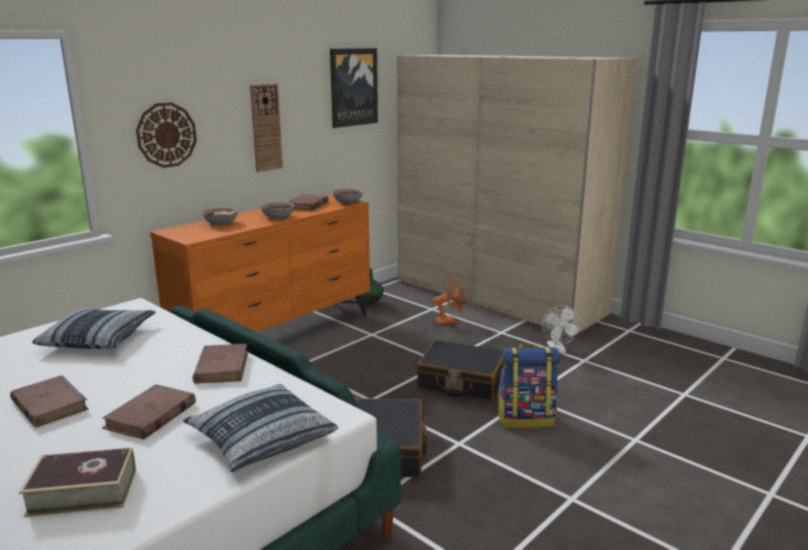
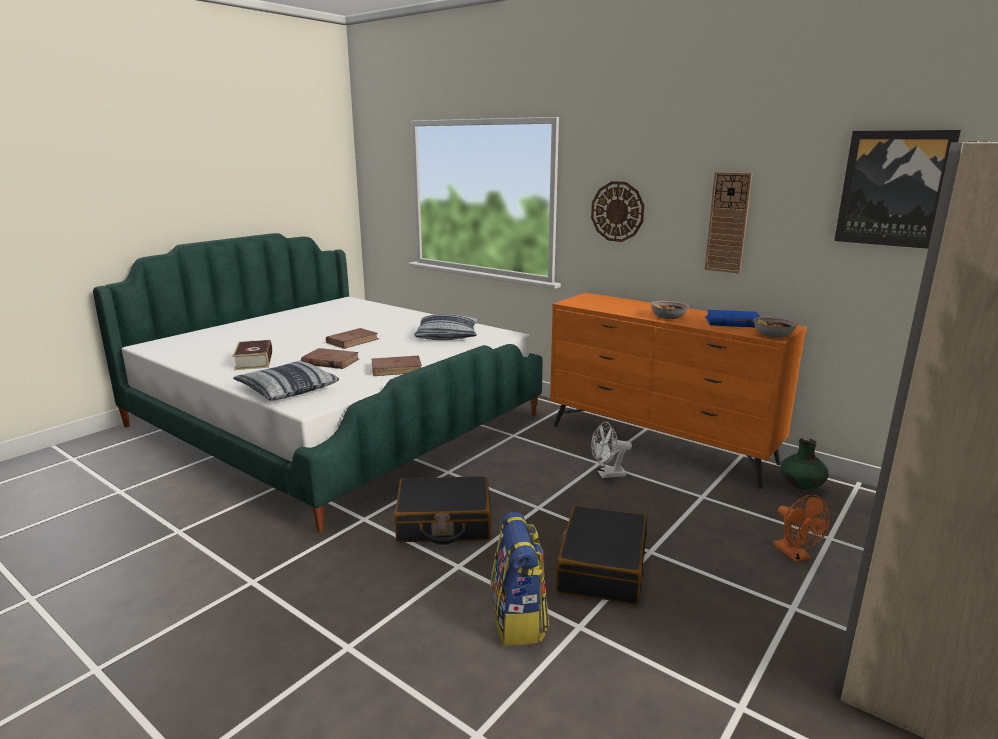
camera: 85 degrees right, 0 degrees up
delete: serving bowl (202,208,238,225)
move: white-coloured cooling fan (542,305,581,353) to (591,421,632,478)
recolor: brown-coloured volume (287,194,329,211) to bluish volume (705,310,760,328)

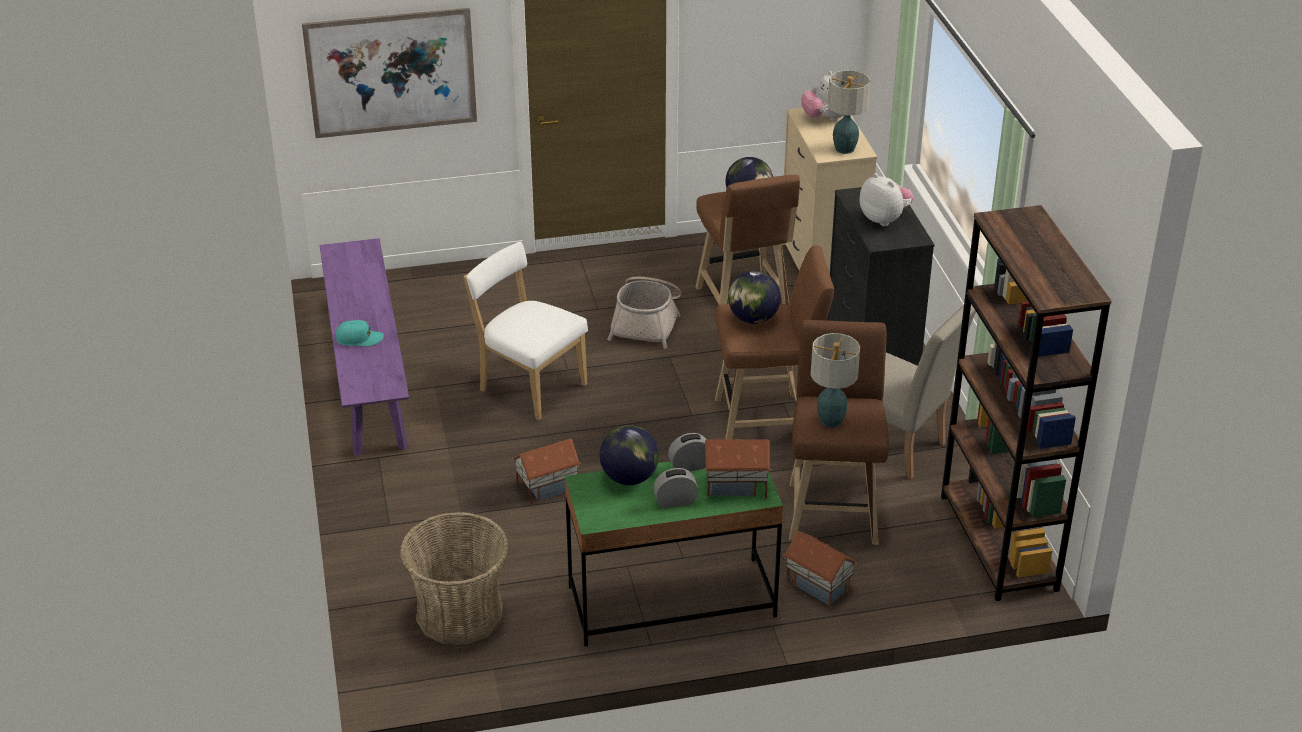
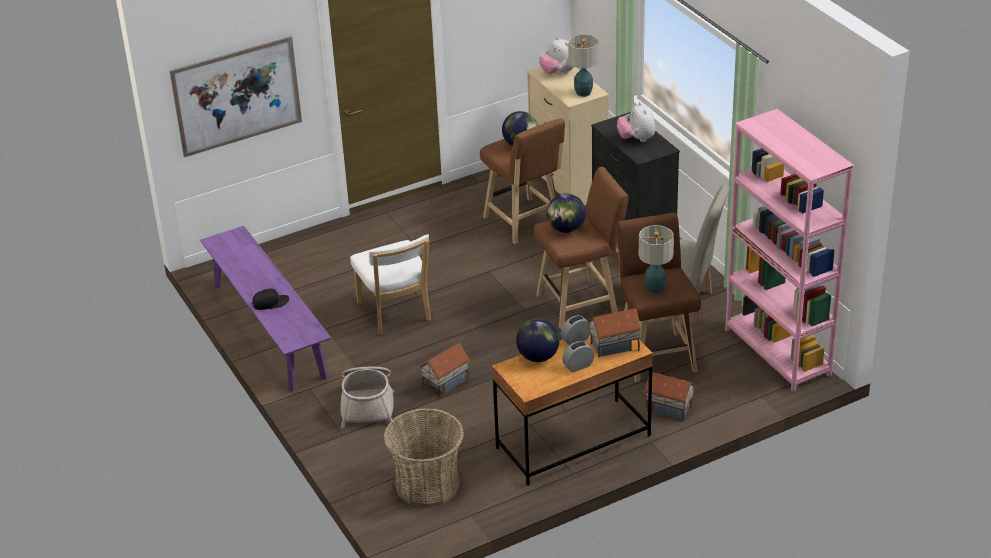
camera: 15 degrees left, 0 degrees up
move: storage basket (607,277,681,349) to (340,367,394,428)
recolor: turquoise-coloured cap (336,320,384,346) to black cap (252,289,289,310); green desk unit (565,461,783,646) to brown-coloured desk unit (492,336,653,486); brown-coloured bookshelf (941,205,1112,601) to pink bookshelf (725,109,854,392)
rotate: white-coloured upright chair (463,242,588,420) = (350,235,431,335) 135 degrees counterclockwise; soft toy (859,173,913,226) = (617,102,655,142) 135 degrees counterclockwise

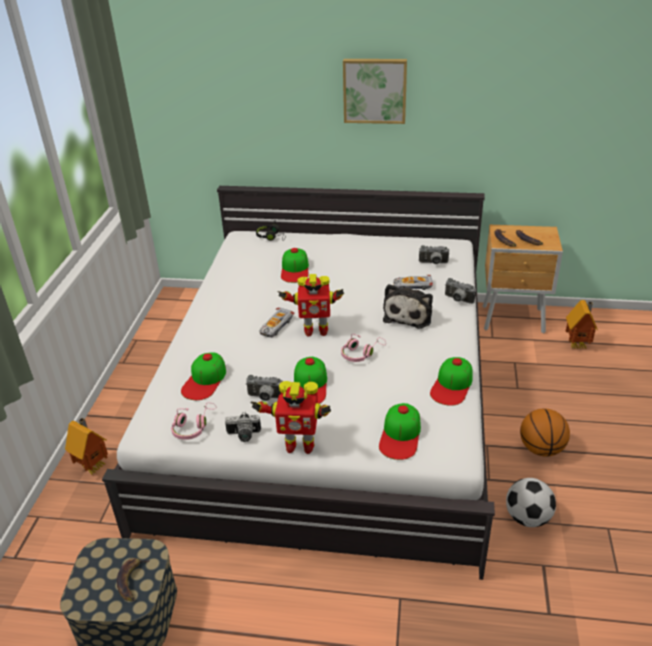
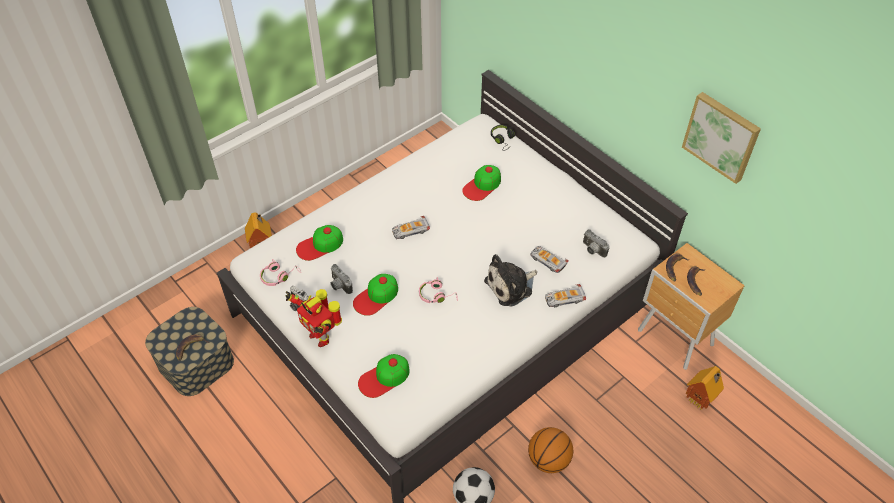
camera: 40 degrees right, 15 degrees up
delete: robot figure (278,274,344,337); cap (430,357,473,406)
move: wall art (343,59,407,124) to (682,92,761,184)
replace: still camera (445,278,476,304) to miniature car (545,284,586,307)

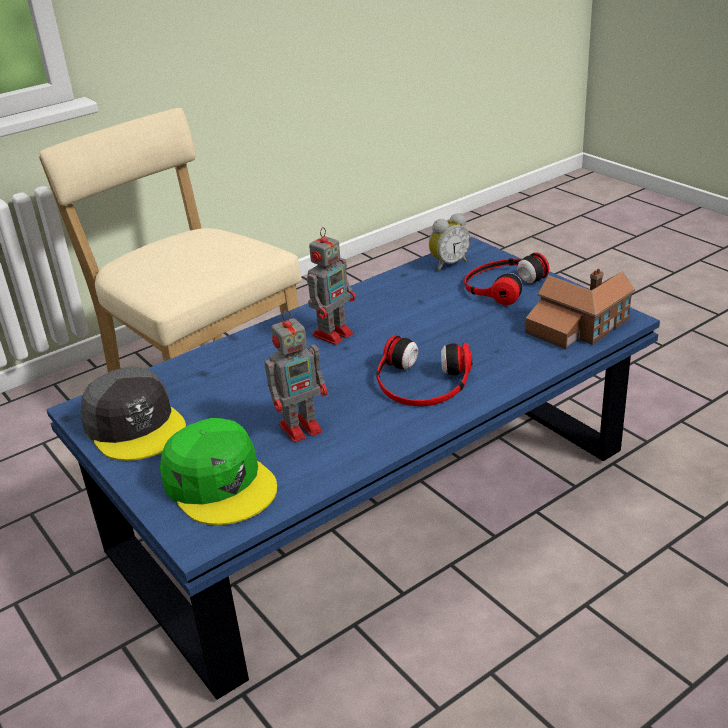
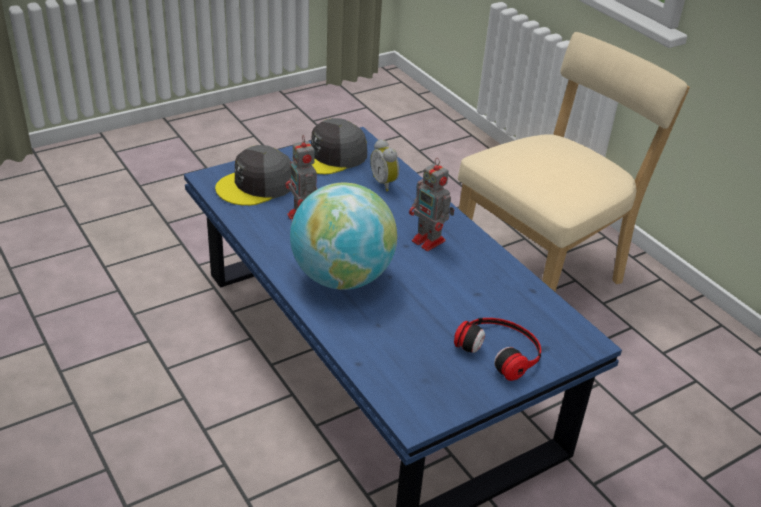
camera: 90 degrees right, 5 degrees up
delete: toy house (525,269,635,350)
move: table clock (429,213,471,271) to (370,139,399,191)
replace: pair of headphones (376,335,473,406) to globe (290,183,397,290)
recolor: green cap (160,418,277,525) to greyish cap (215,145,291,206)

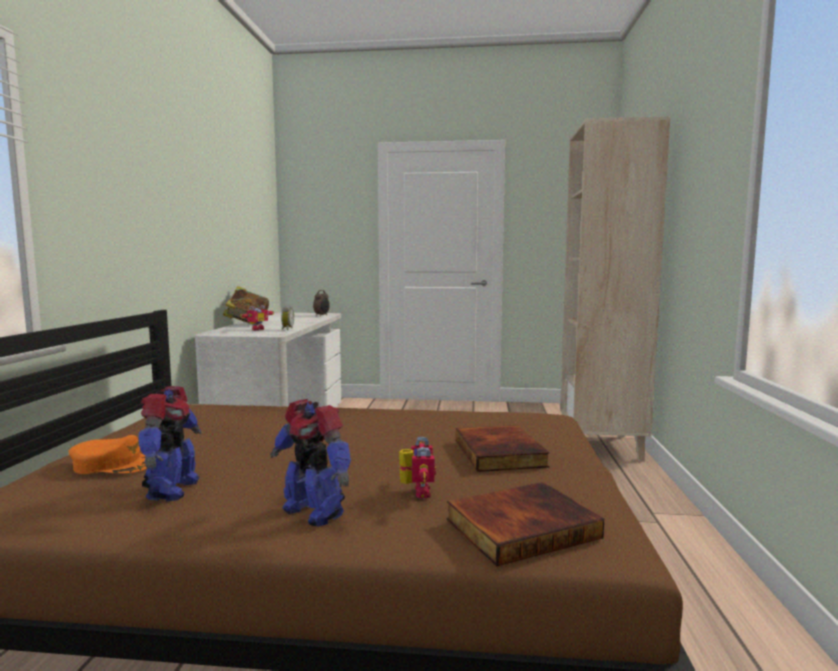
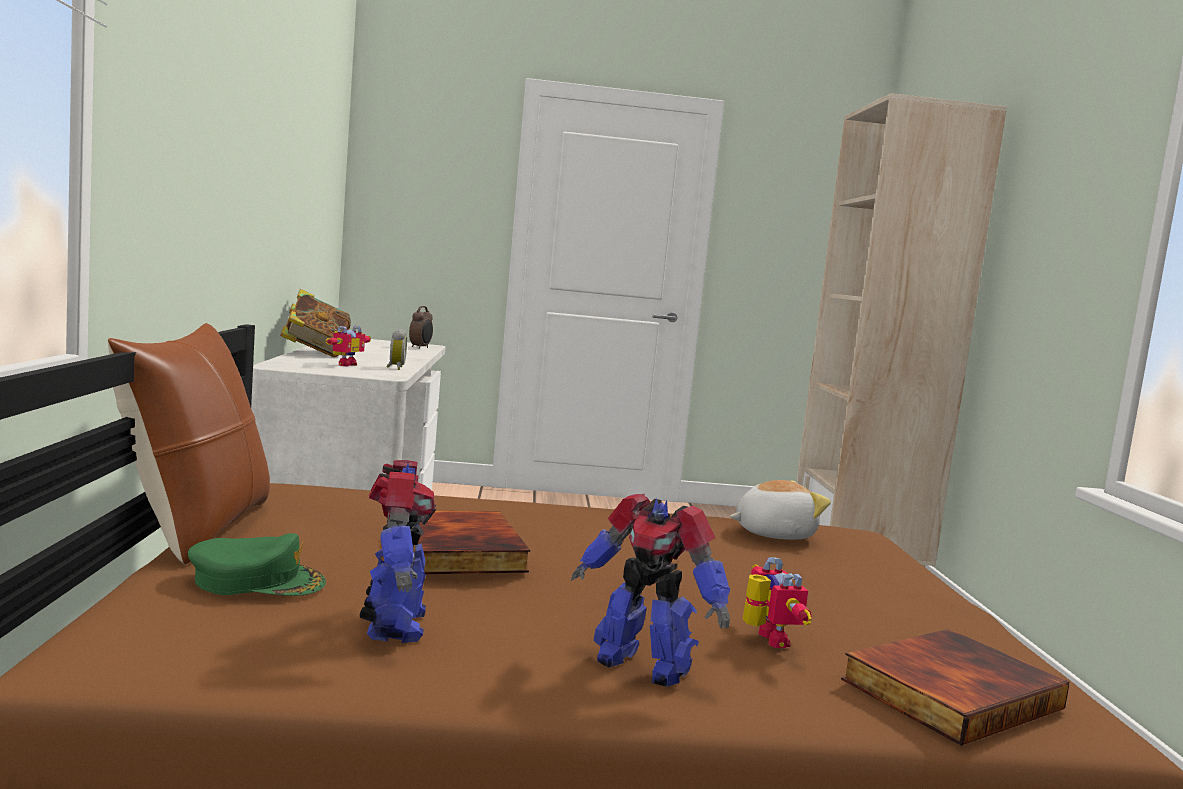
camera: 10 degrees left, 0 degrees up
insert: brown-coloured pillow (108,323,270,565); soft toy (730,480,831,540)
move: volume (456,425,549,472) to (413,511,530,574)
recolor: orange cap (69,435,147,474) to green cap (188,533,326,596)

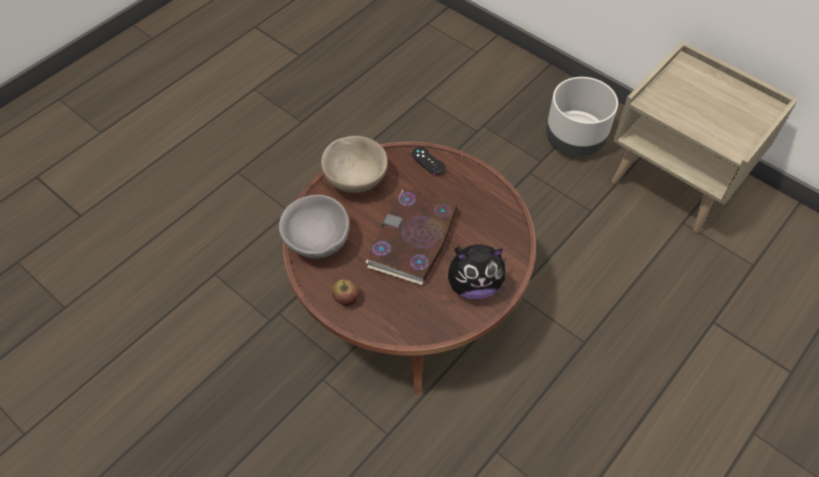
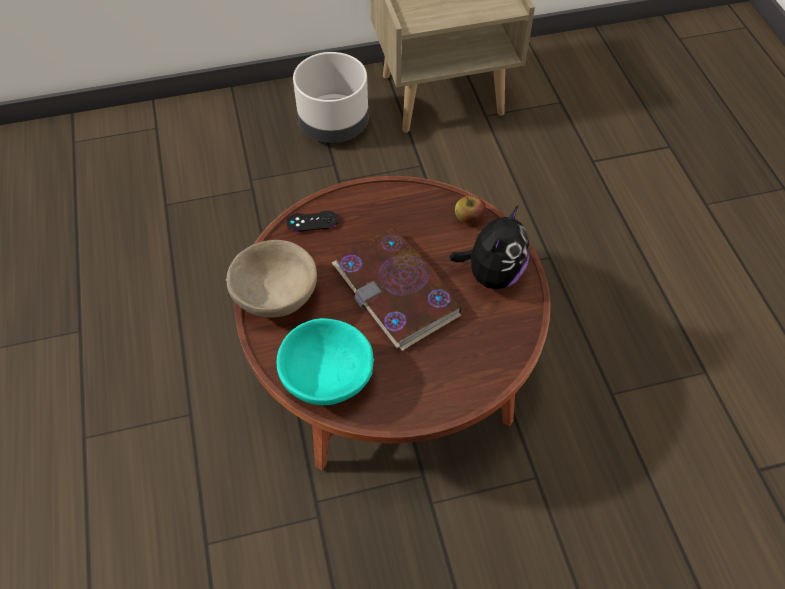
camera: 55 degrees left, 0 degrees up
move: apple (332,279,359,306) to (455,196,486,224)
recolor: greyish serving bowl (279,195,350,258) to turquoise-coloured serving bowl (277,318,374,405)

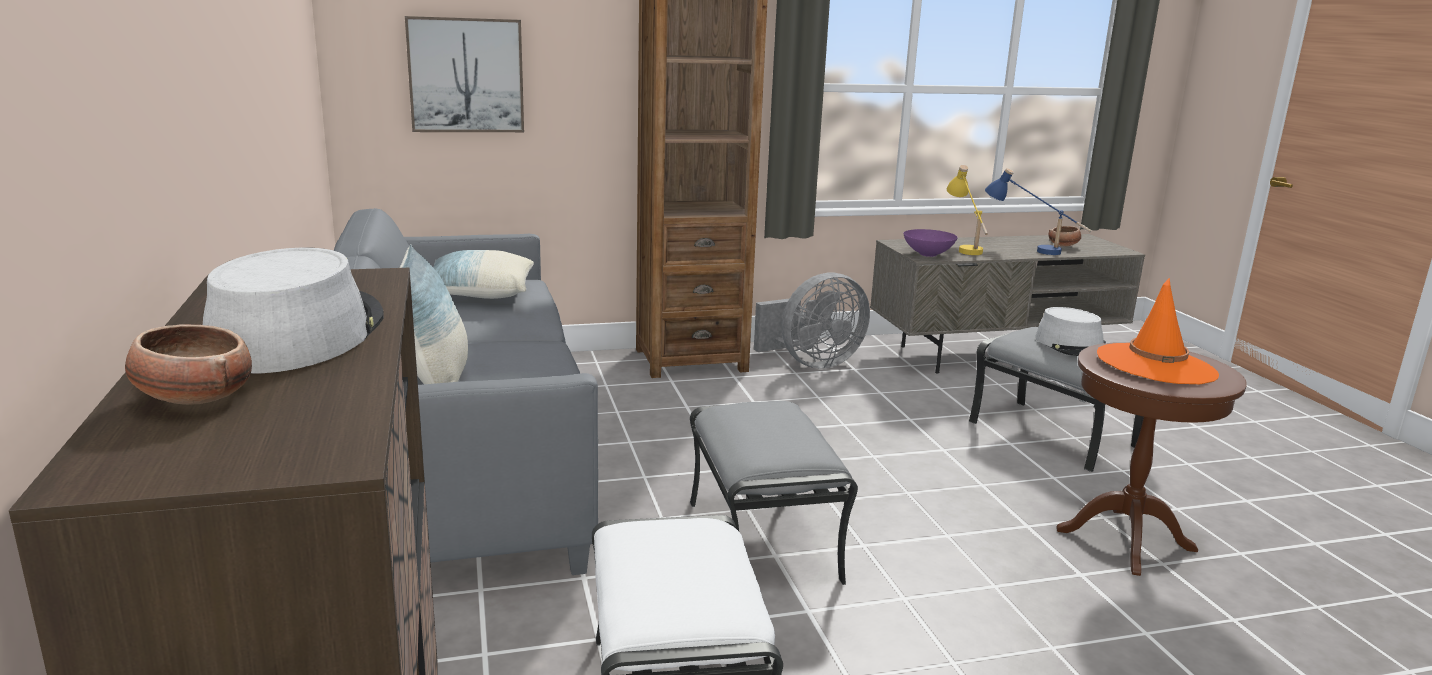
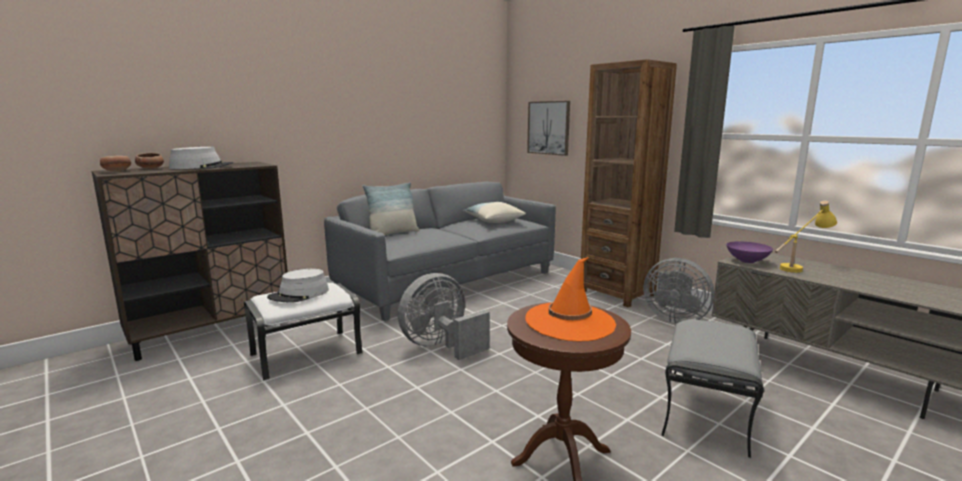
camera: 65 degrees right, 5 degrees down
delete: bluish table lamp (985,168,1092,255)
move: greyish wearable hat (1035,307,1106,356) to (267,269,329,303); serving bowl (1049,226,1081,247) to (100,156,131,172)
replace: greyish pouffe (690,401,858,585) to greyish cooling fan (398,273,490,360)

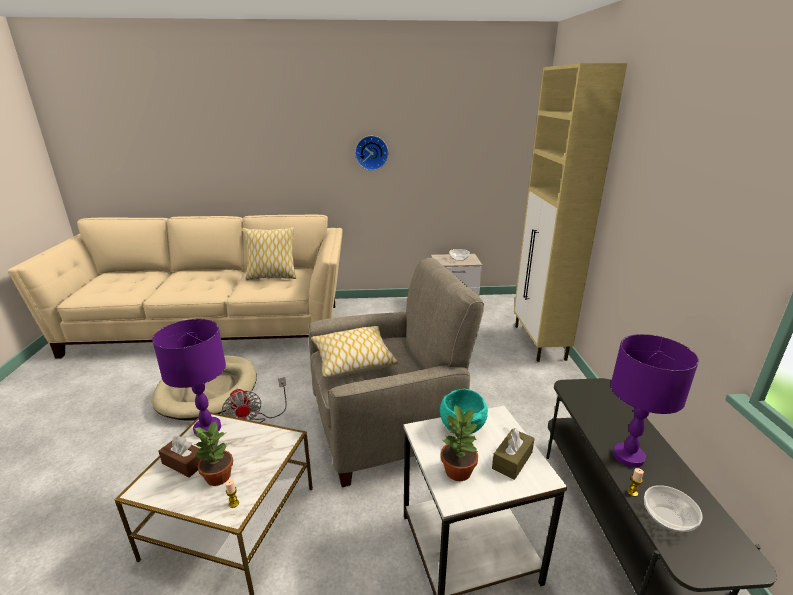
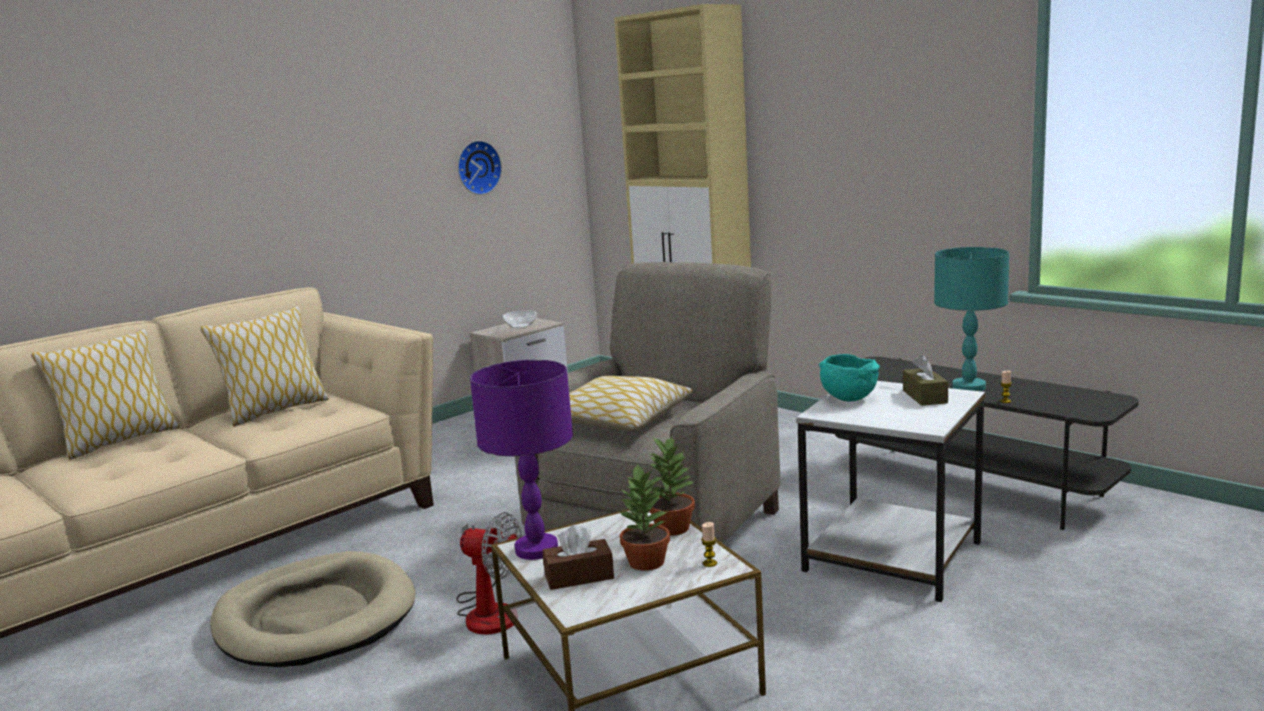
camera: 40 degrees left, 10 degrees down
delete: serving bowl (644,485,703,532)
insert: pillow (31,328,180,460)
move: clock on the wall (355,136,389,171) to (458,140,502,195); potted plant (441,404,479,481) to (648,437,695,536)
recolor: purple table lamp (611,334,699,467) to turquoise-coloured table lamp (934,247,1009,391)

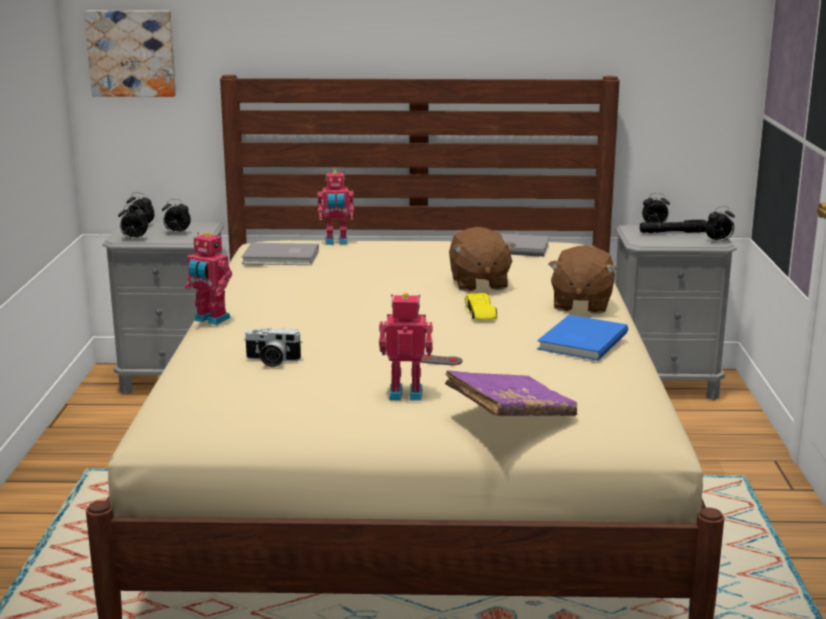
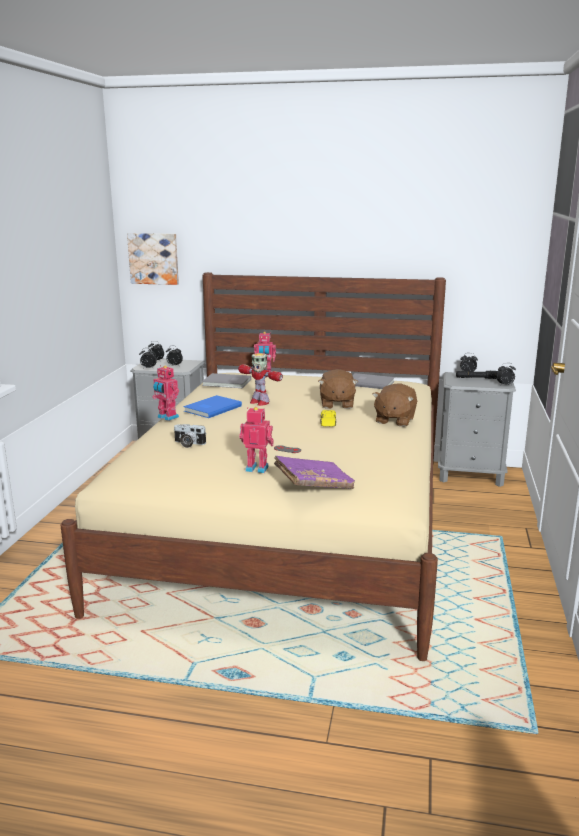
camera: 10 degrees right, 0 degrees up
insert: robot figure (238,353,283,406)
move: bluish volume (537,315,628,361) to (183,395,242,418)

